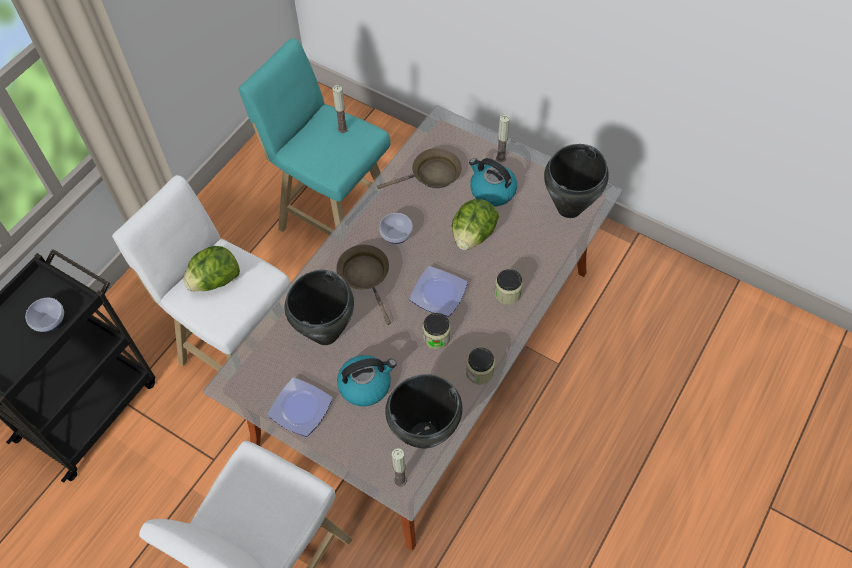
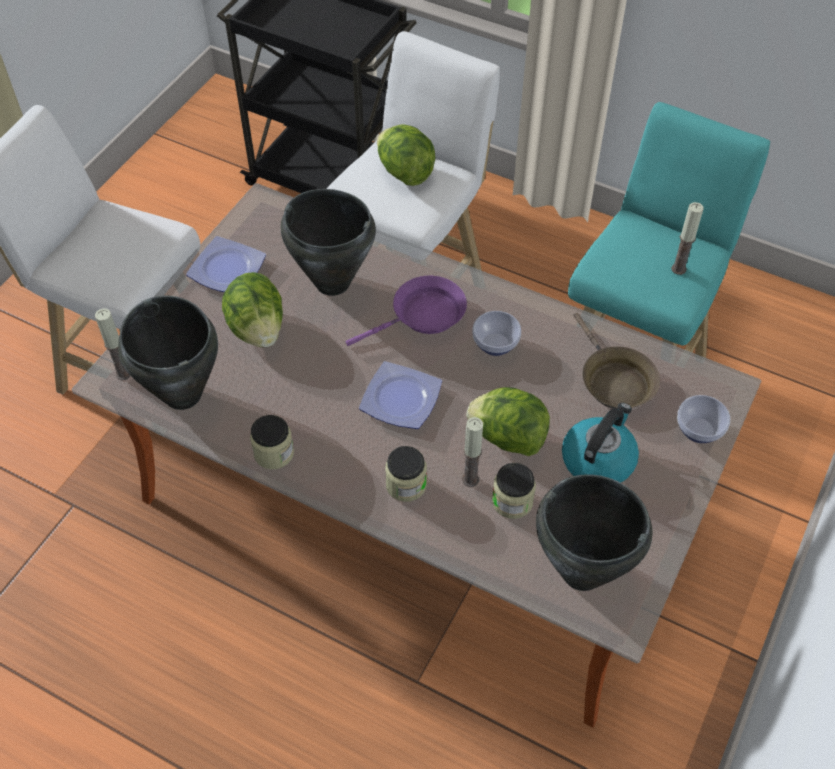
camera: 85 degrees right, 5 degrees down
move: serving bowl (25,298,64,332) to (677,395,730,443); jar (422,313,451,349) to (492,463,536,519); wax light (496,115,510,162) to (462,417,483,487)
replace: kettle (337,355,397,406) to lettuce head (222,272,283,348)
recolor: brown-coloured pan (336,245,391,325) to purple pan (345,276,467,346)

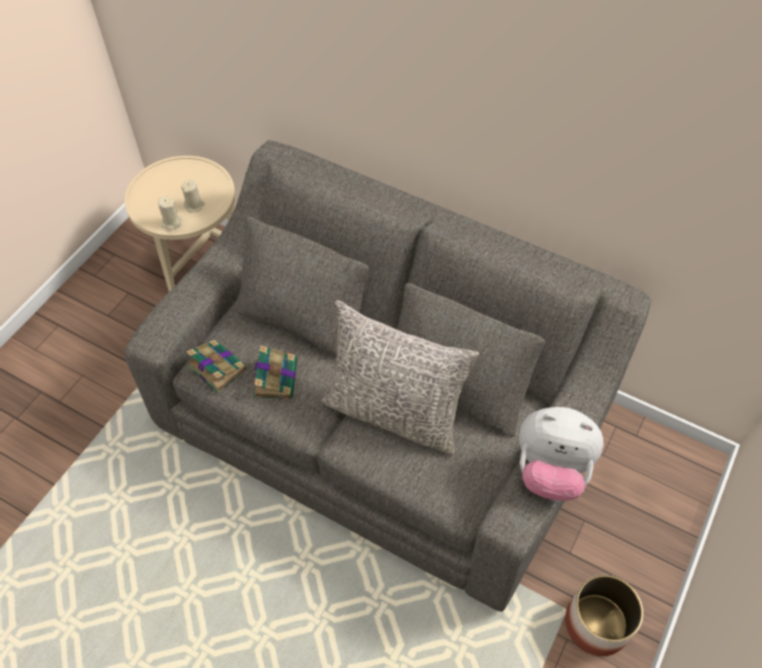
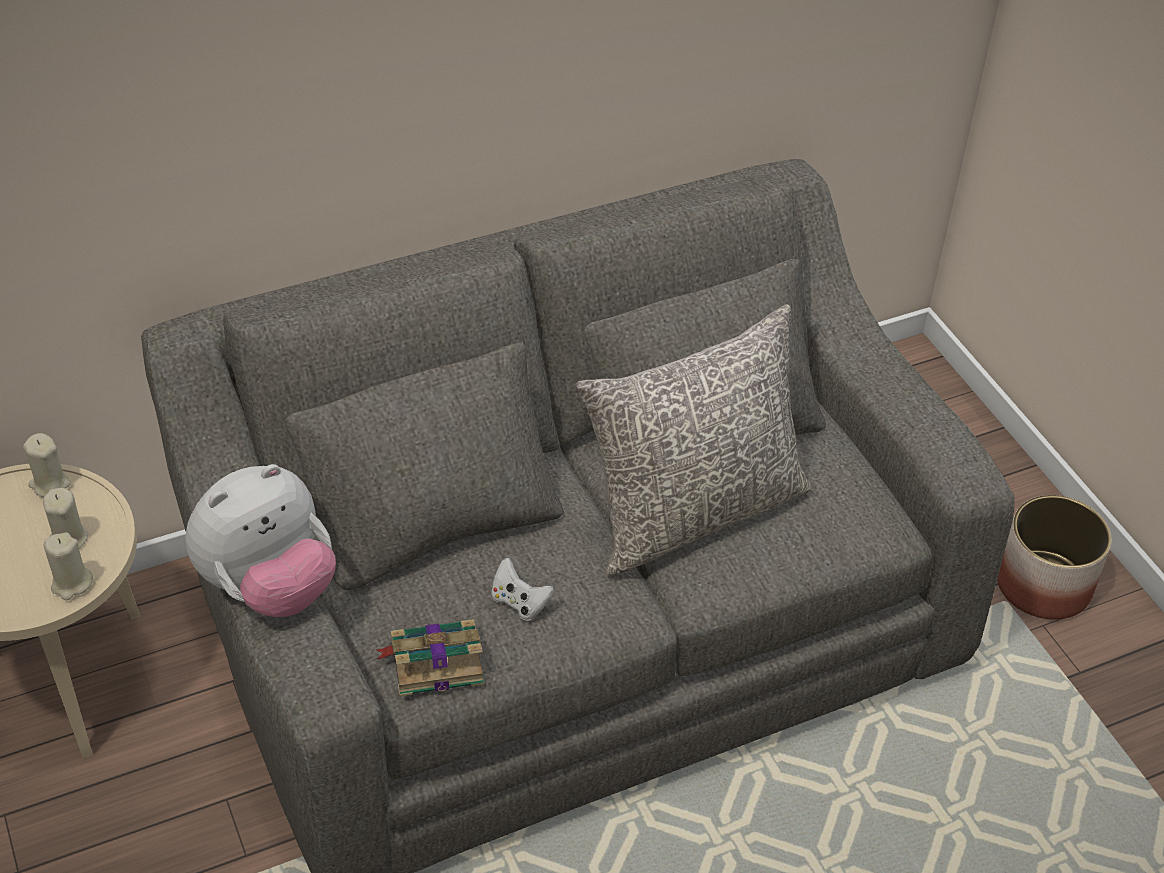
camera: 55 degrees left, 10 degrees down
insert: beige-coloured wax light (23,433,71,498)
move: soft toy (519,407,603,501) to (185,464,336,617)
replace: volume (253,345,297,399) to white-coloured game controller (491,558,554,621)

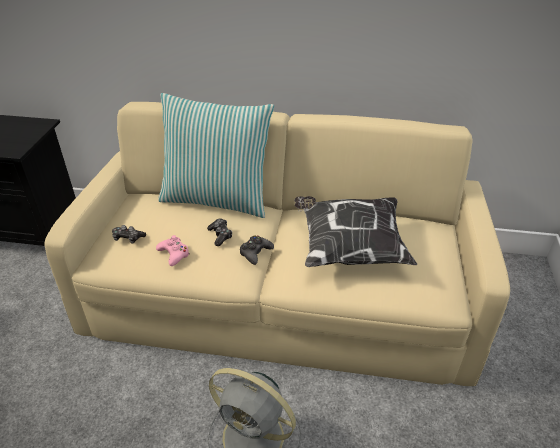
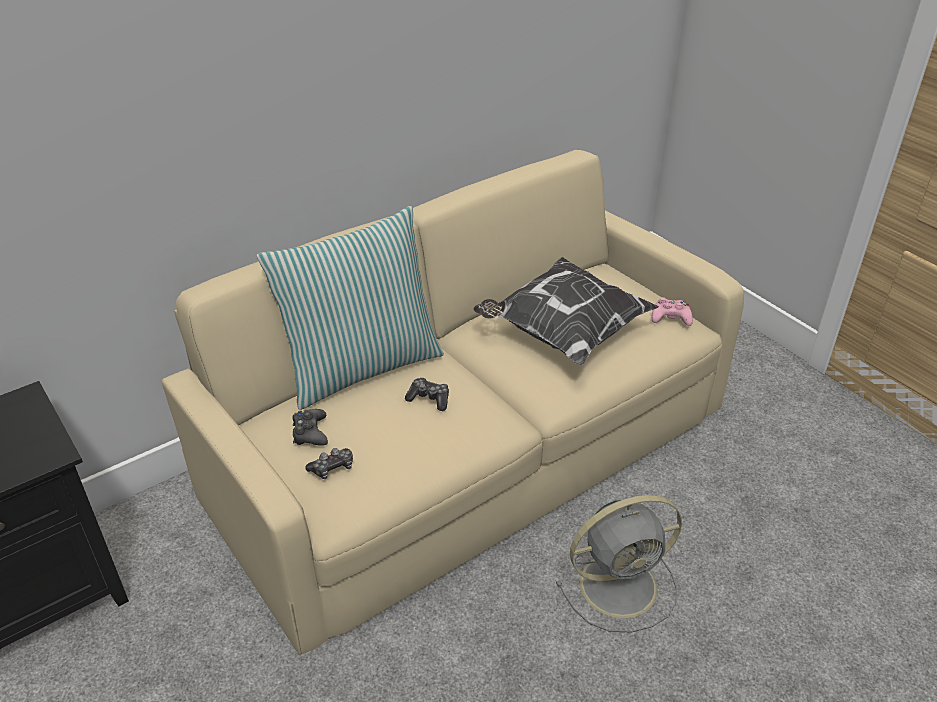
camera: 45 degrees left, 0 degrees up
move: pink game controller (156,235,190,266) to (652,297,693,326); black game controller (240,236,274,265) to (293,409,328,446)

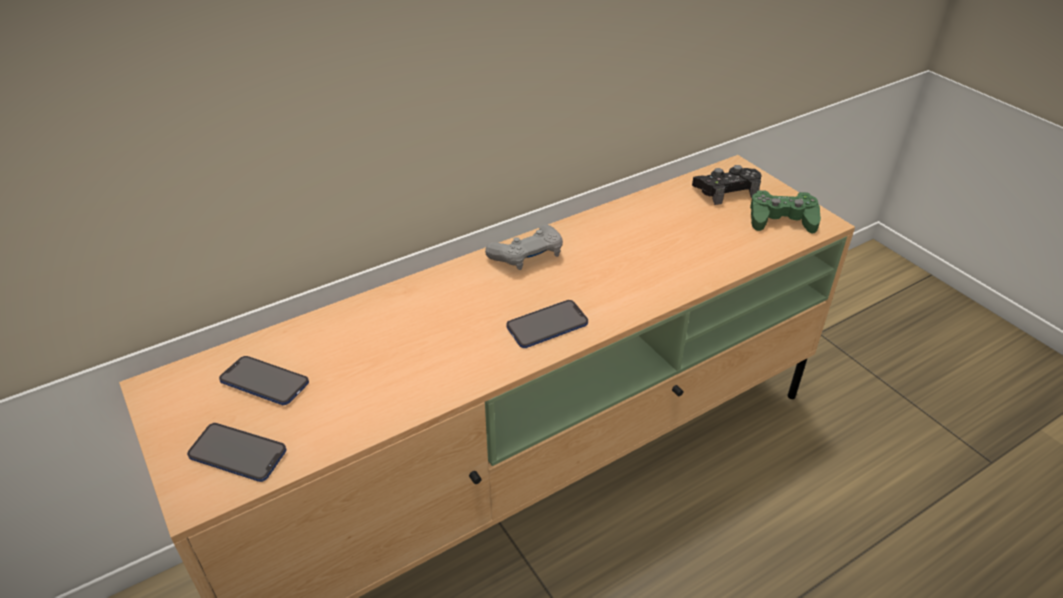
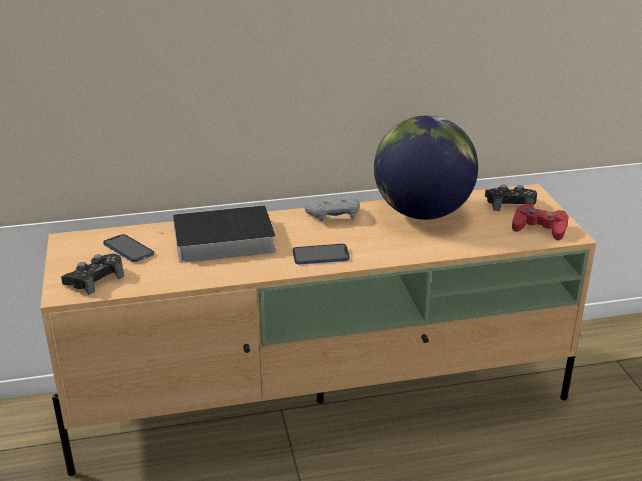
camera: 20 degrees right, 10 degrees down
insert: volume (156,205,276,263); globe (374,115,478,220)
replace: handset (187,423,286,482) to black game controller (61,253,124,295)
recolor: green game controller (750,190,821,234) to reddish game controller (512,204,569,240)

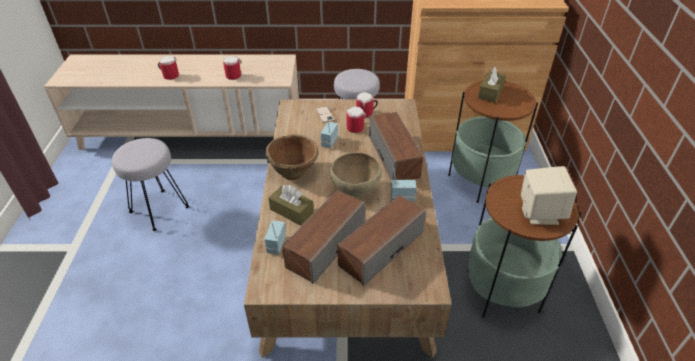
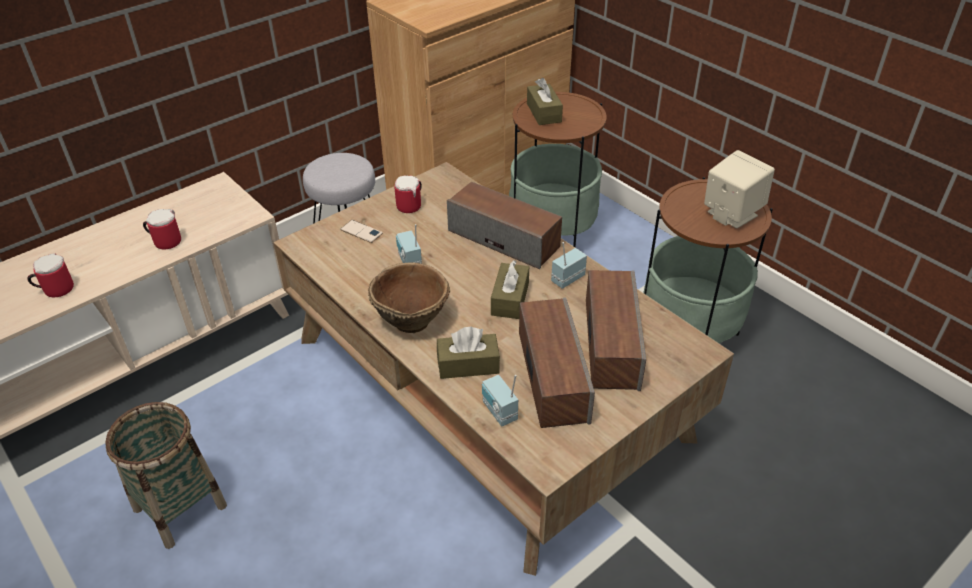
camera: 40 degrees left, 0 degrees up
delete: mug (347,107,366,133)
replace: greyish stool seat (112,138,189,231) to storage basket (105,402,227,549); brown-coloured serving bowl (330,152,382,197) to brown-coloured tissue box (491,260,529,319)

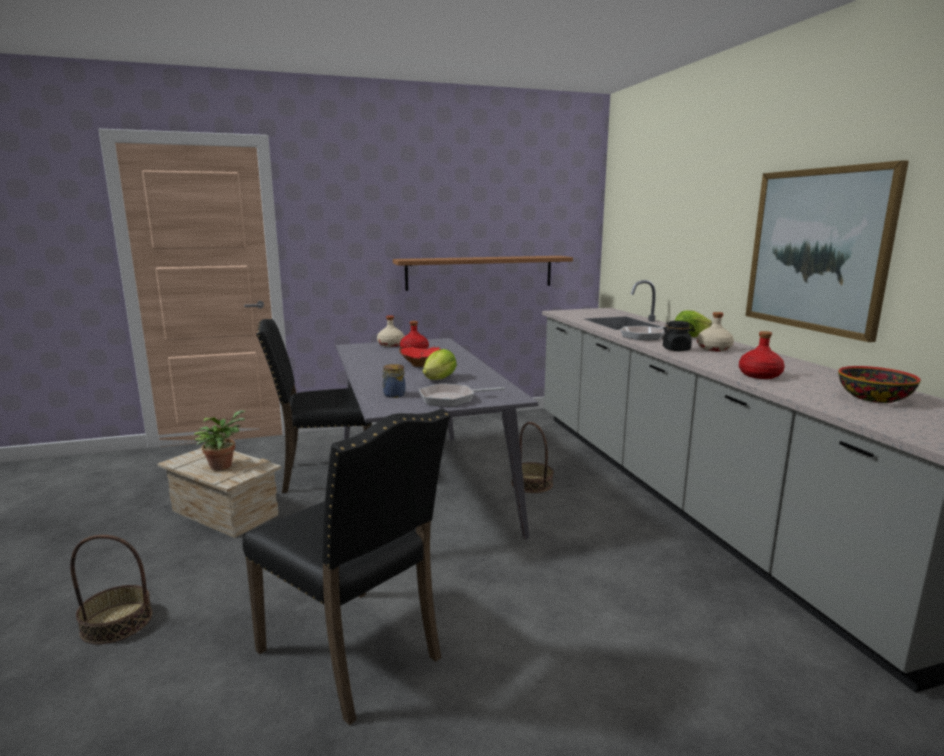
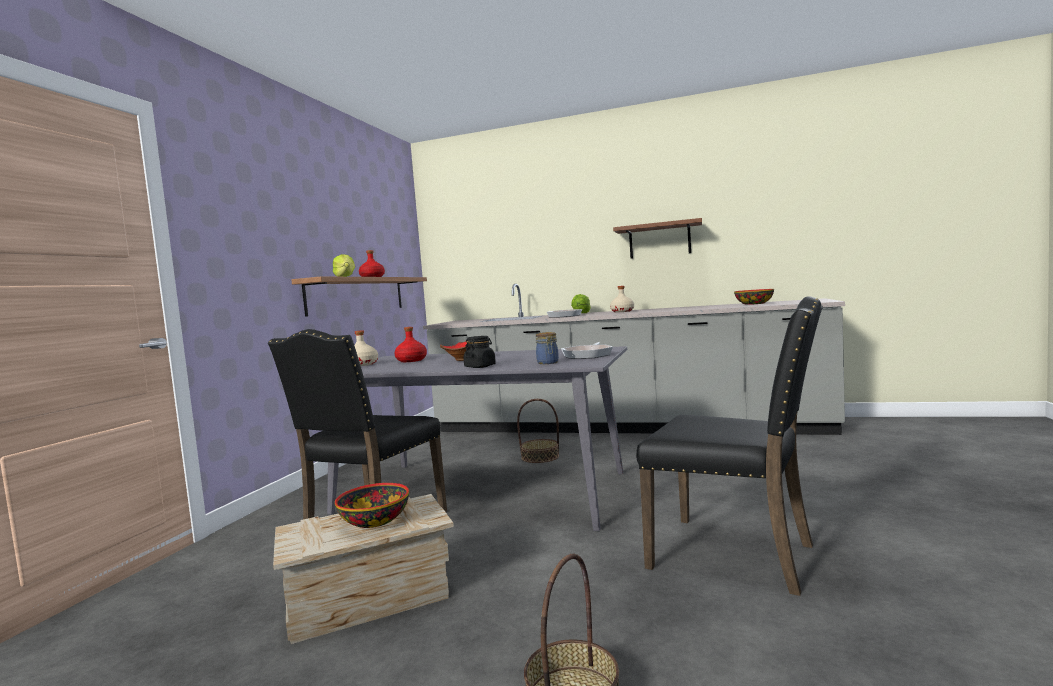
camera: 55 degrees left, 10 degrees down
move: lettuce head (423,349,457,380) to (333,254,355,277); black jar (662,321,695,351) to (464,336,496,368); reddish bottle (739,331,785,379) to (359,250,385,277)
replace: potted plant (194,410,246,471) to serving bowl (335,483,409,528); wall art (745,160,909,342) to brown-coloured shelf (613,218,702,259)
rotate: black upright chair (242,409,450,725) = (636,296,823,596) 45 degrees clockwise

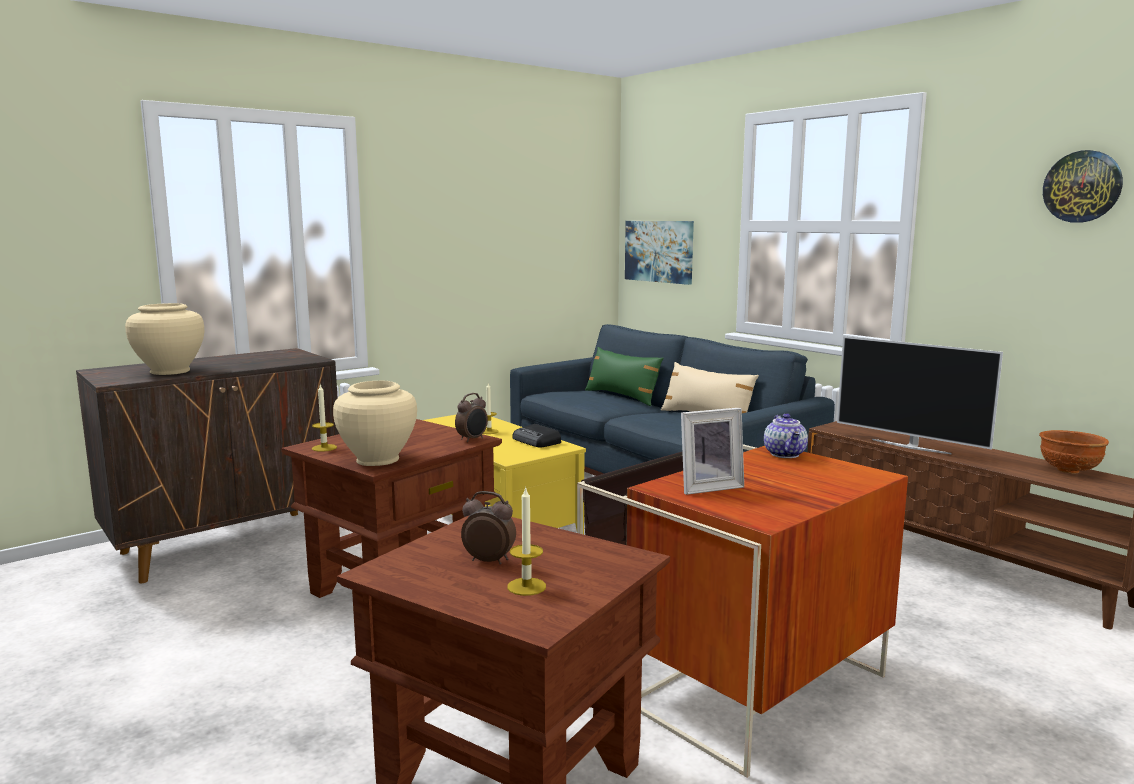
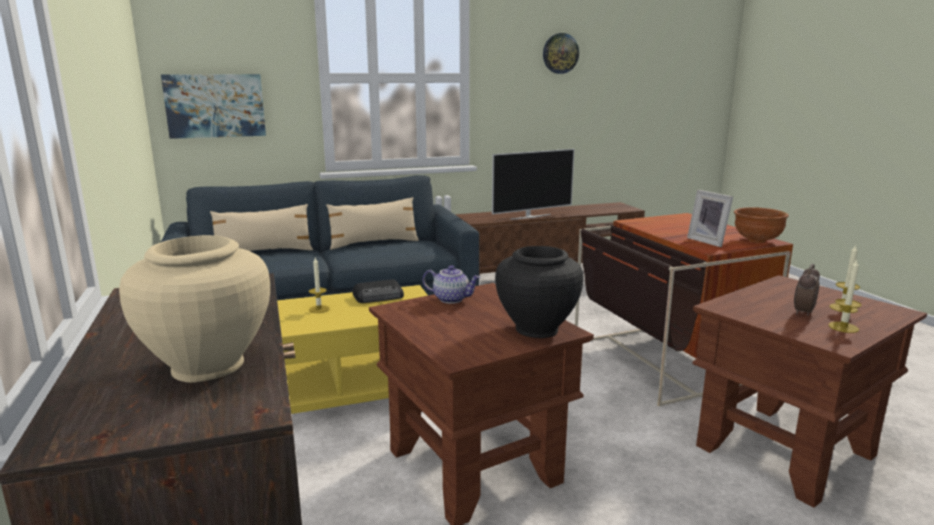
camera: 70 degrees left, 5 degrees up
delete: table clock (455,393,488,442)
move: wax light (312,384,337,452) to (828,259,862,333); teapot (764,414,808,458) to (423,265,481,304); brown-coloured serving bowl (1039,430,1109,473) to (734,207,789,243)
recolor: beige-coloured flower vase (333,381,417,466) to black flower vase (495,246,584,338); green pillow (585,347,664,406) to beige-coloured pillow (210,204,313,251)
rotate: picture frame (681,408,744,495) = (687,190,733,247) 150 degrees clockwise

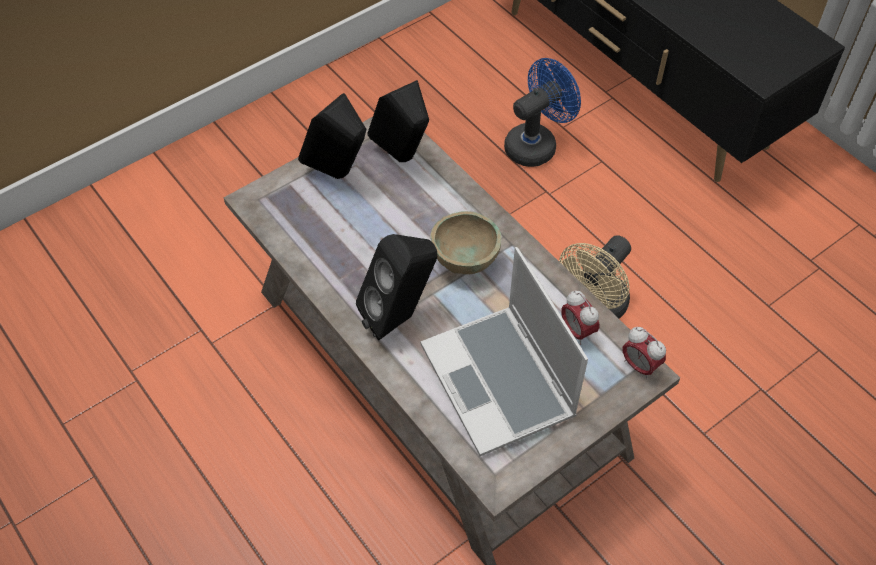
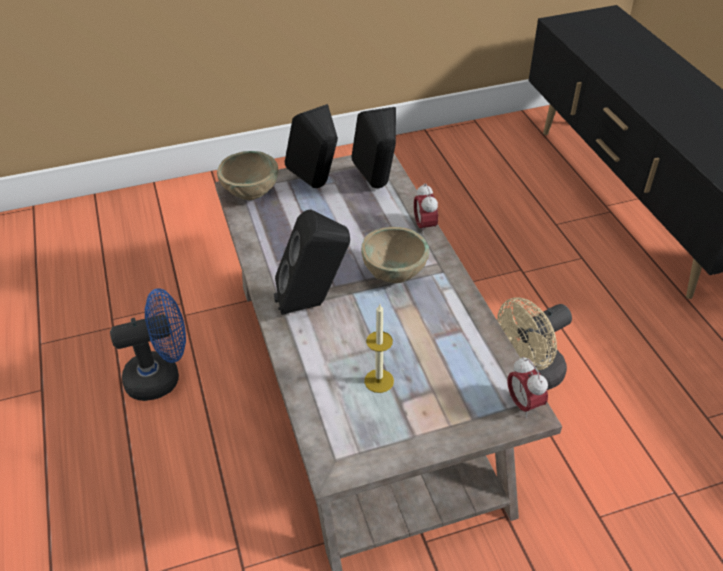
camera: 20 degrees right, 10 degrees down
insert: beige-coloured serving bowl (217,151,278,200)
move: bluish cooling fan (504,58,581,167) to (110,288,186,401); table clock (561,290,599,345) to (414,183,438,236)
replace: notebook computer (420,247,588,456) to wax light (364,304,394,393)

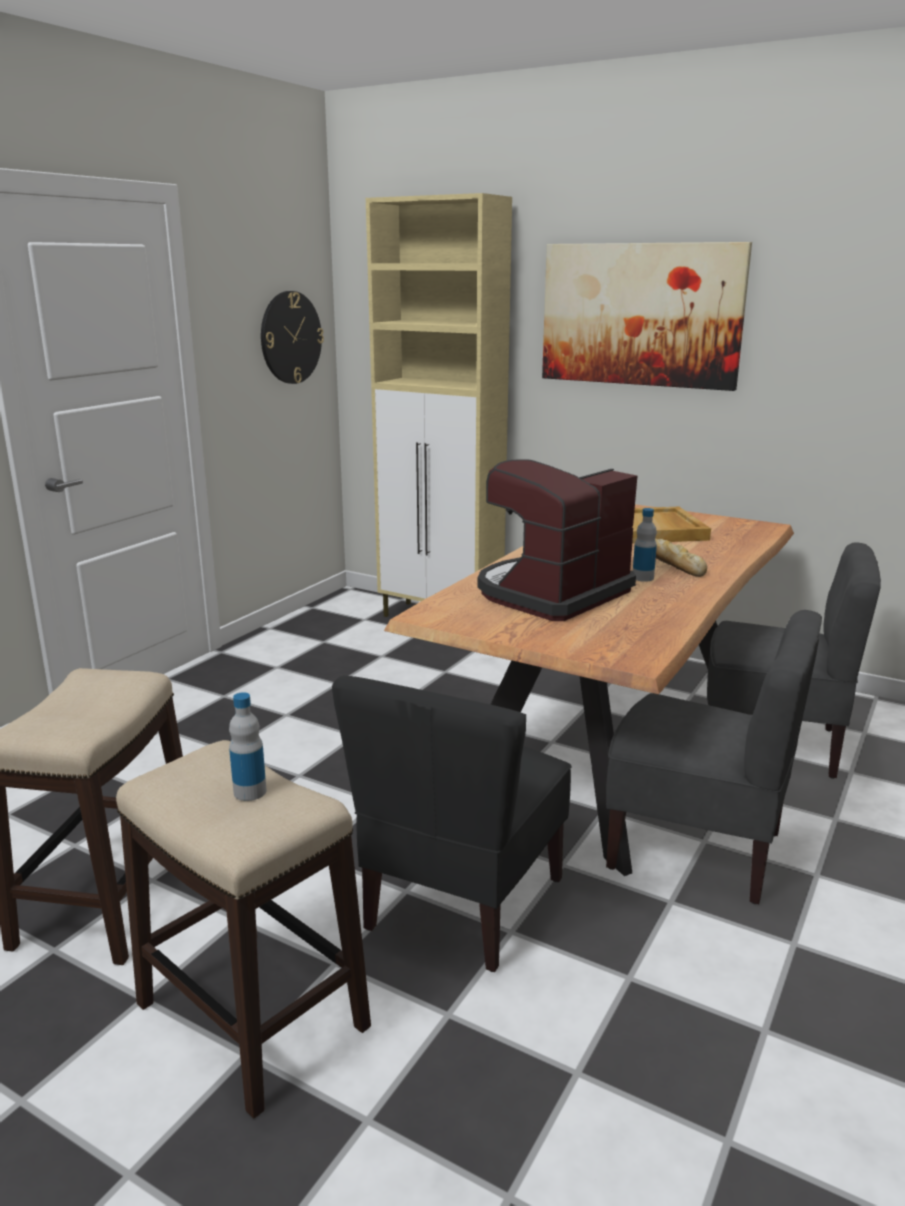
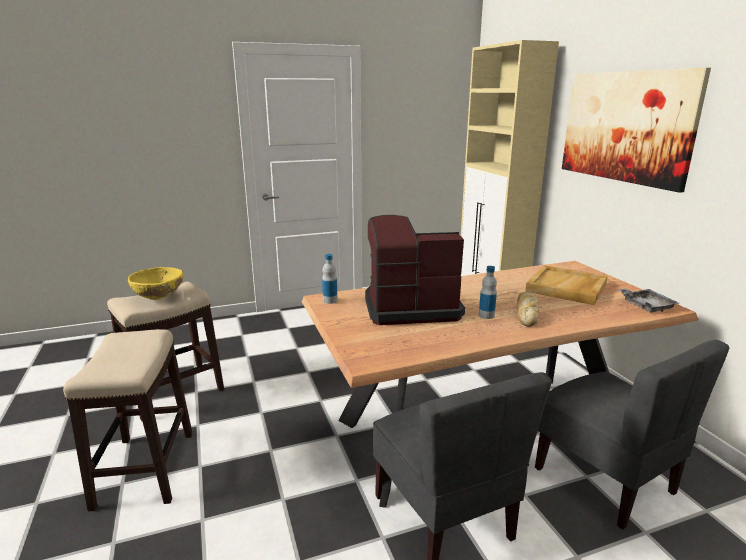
camera: 40 degrees right, 0 degrees up
delete: clock on the wall (261,291,324,384); black upright chair (332,676,571,972)
insert: yellow serving bowl (128,267,183,300); greyish tray (617,288,679,312)
move: bottle (229,693,267,801) to (322,254,338,304)

